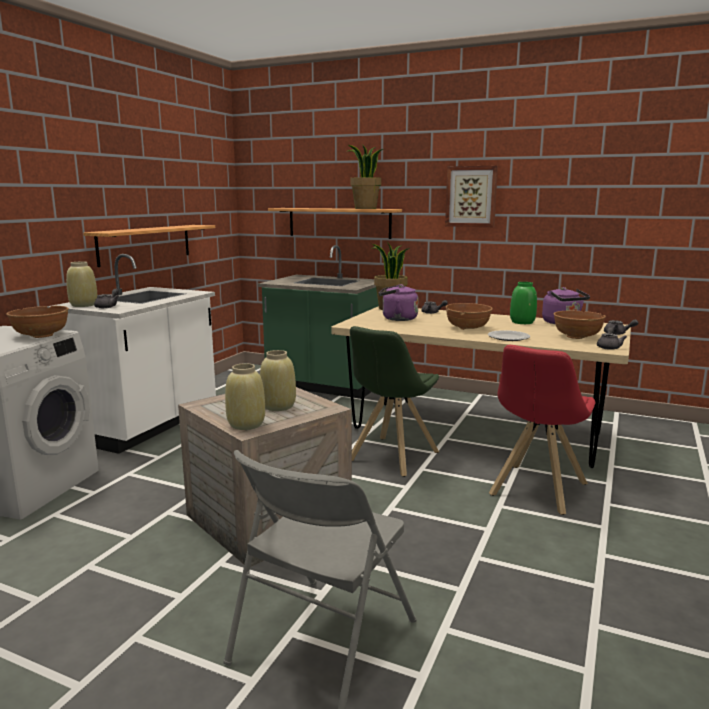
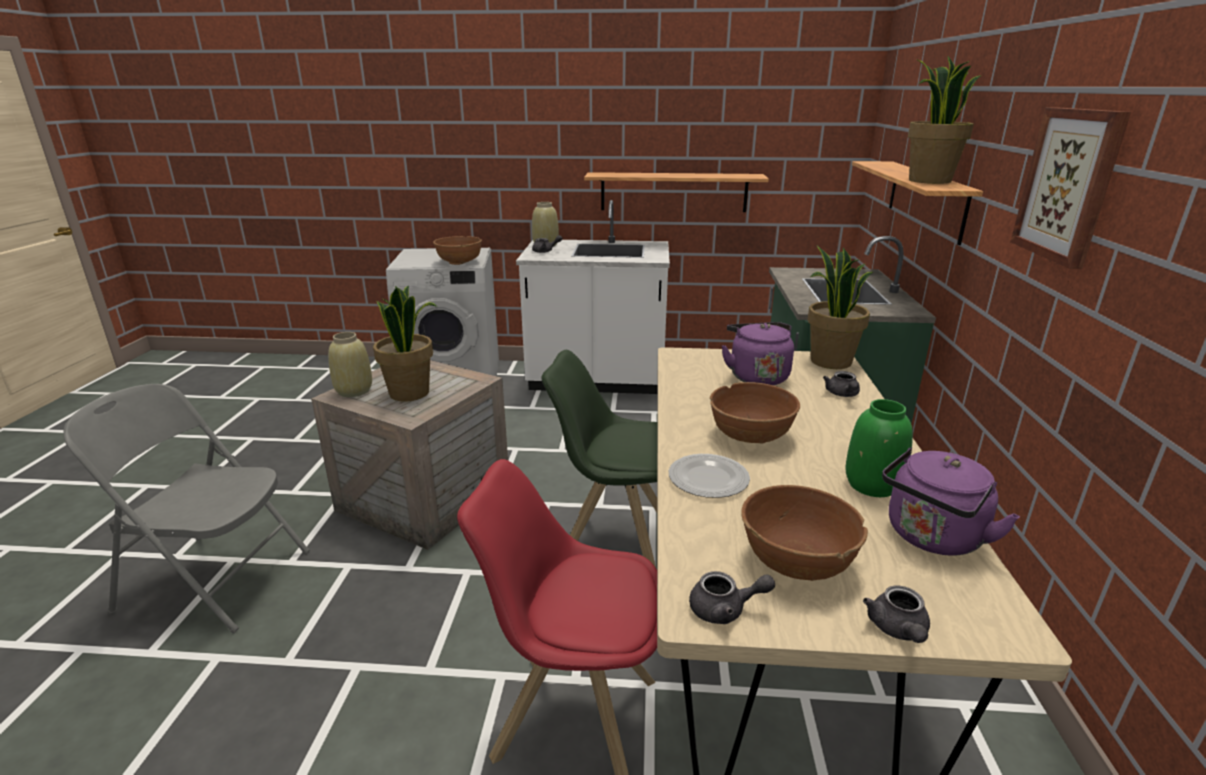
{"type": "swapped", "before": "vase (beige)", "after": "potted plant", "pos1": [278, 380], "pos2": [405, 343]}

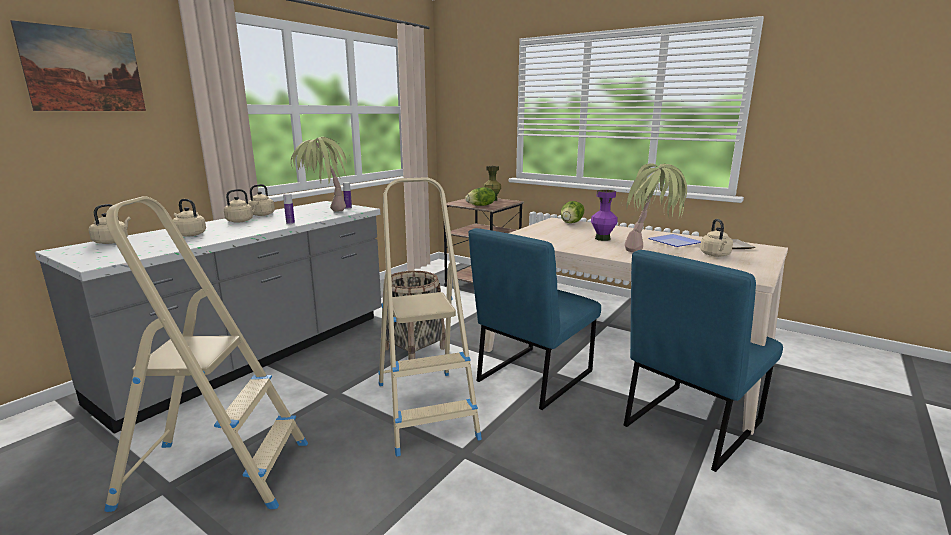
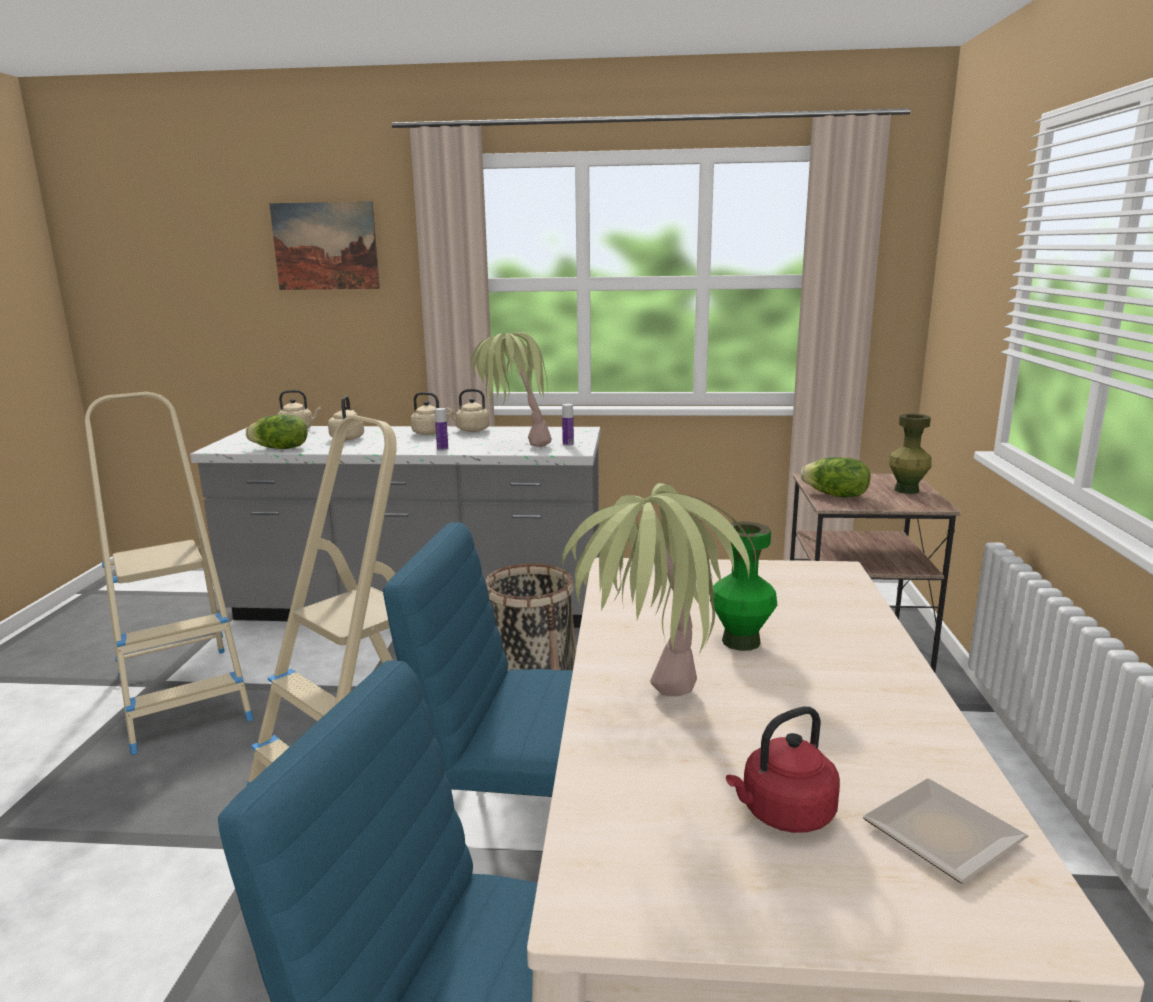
{"type": "shifted", "before": "lettuce", "pos1": [572, 212], "pos2": [277, 431]}
{"type": "repainted", "before": "vase (purple)", "after": "vase (green)", "pos1": [604, 215], "pos2": [743, 586]}
{"type": "repainted", "before": "kettle (beige)", "after": "kettle (red)", "pos1": [716, 238], "pos2": [783, 769]}
{"type": "gone", "before": "plate", "pos1": [674, 240]}

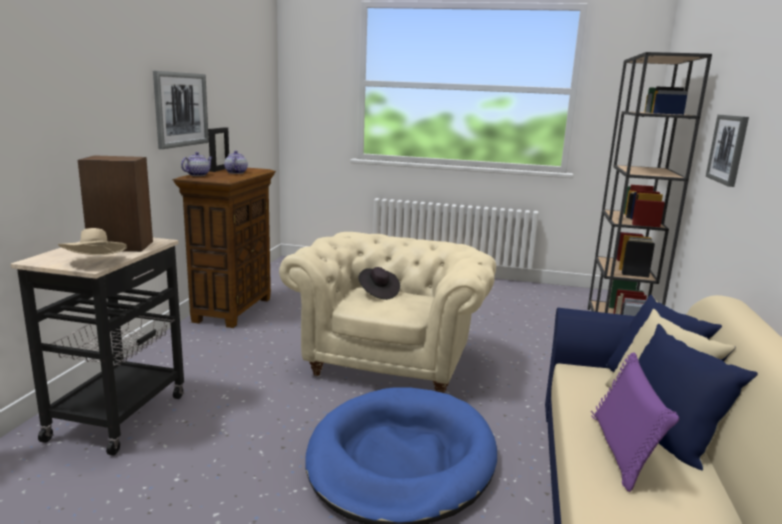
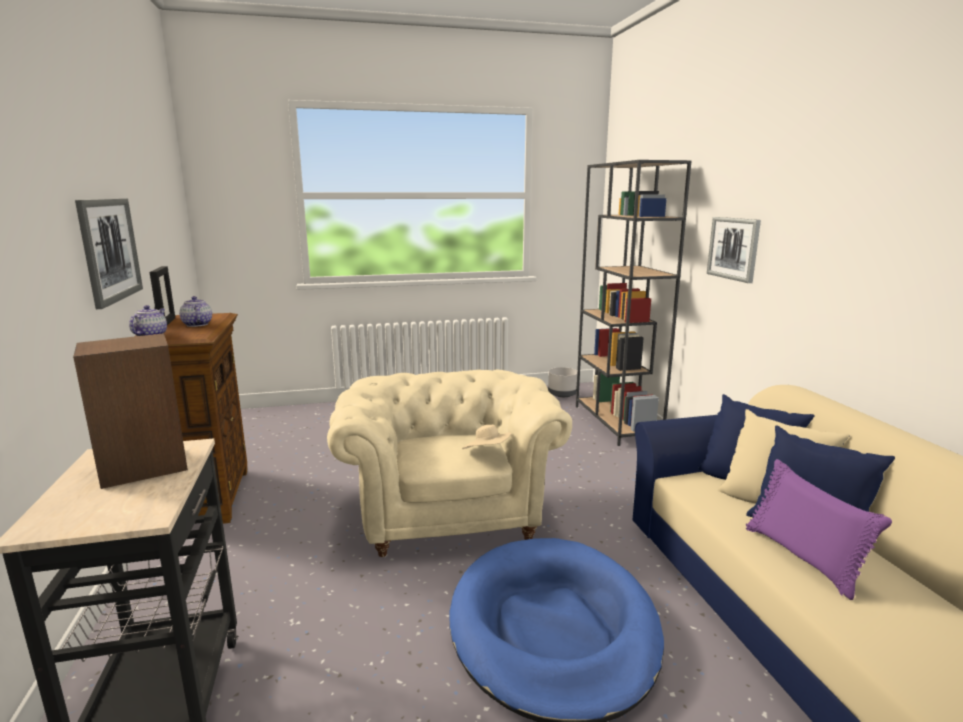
{"type": "shifted", "before": "hat (beige)", "pos1": [92, 241], "pos2": [487, 437]}
{"type": "new", "after": "planter (grey)", "pos2": [562, 382]}
{"type": "gone", "before": "hat (black)", "pos1": [379, 283]}

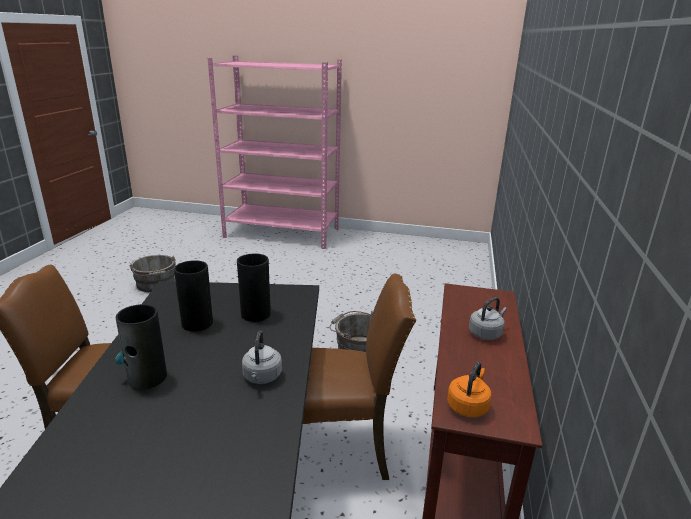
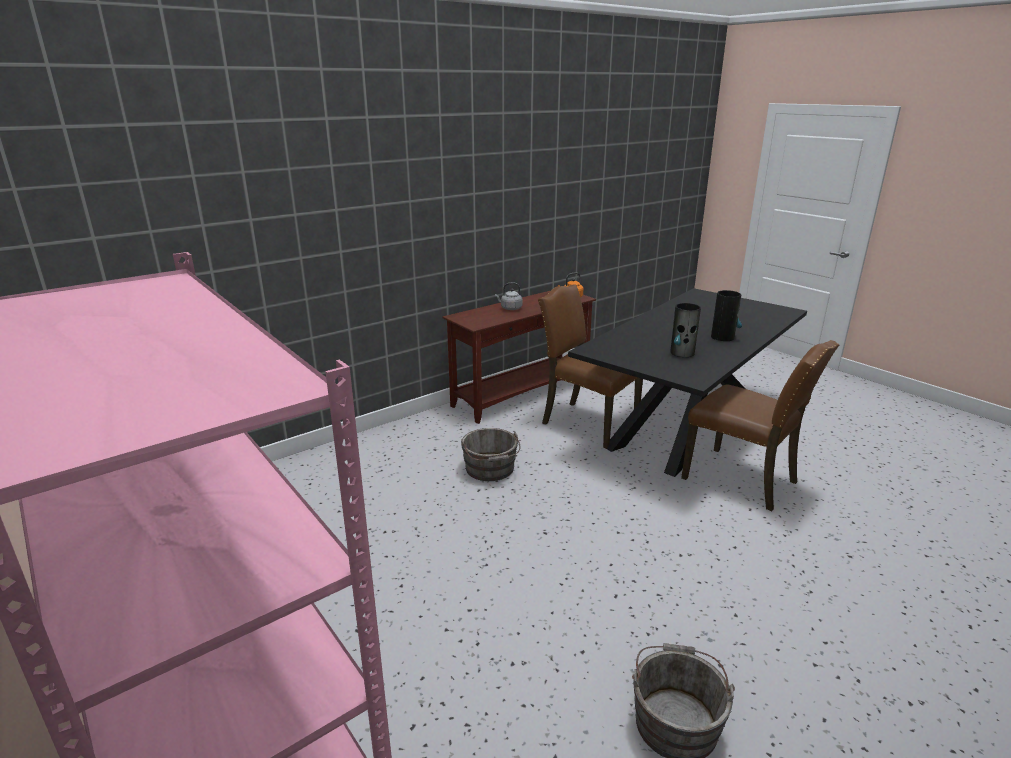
{"type": "gone", "before": "vase", "pos1": [254, 287]}
{"type": "gone", "before": "kettle (grey)", "pos1": [262, 357]}

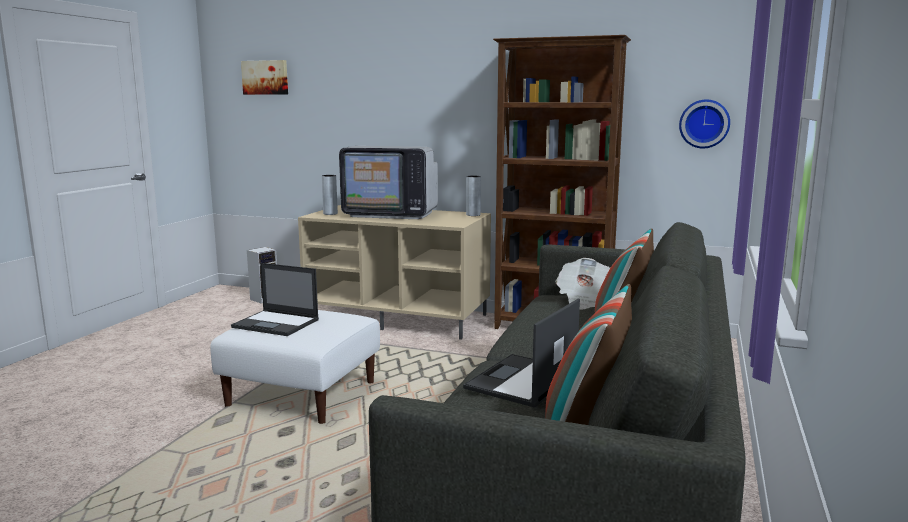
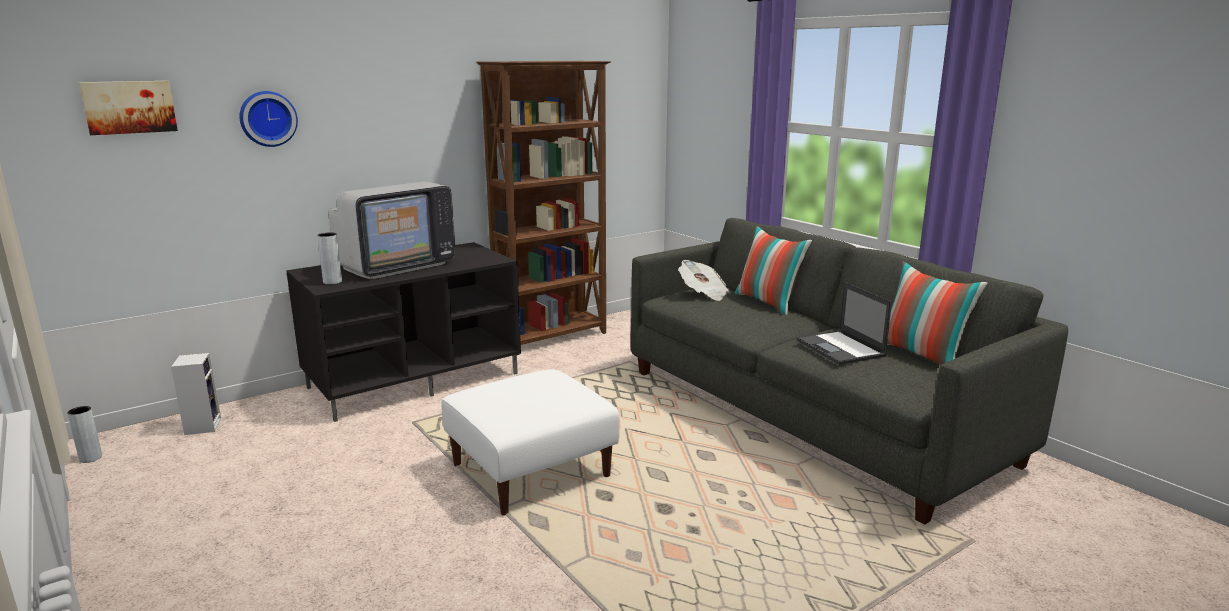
{"type": "shifted", "before": "vase (grey)", "pos1": [473, 196], "pos2": [84, 434]}
{"type": "shifted", "before": "wall clock", "pos1": [704, 123], "pos2": [268, 119]}
{"type": "repainted", "before": "tv stand (beige)", "after": "tv stand (black)", "pos1": [394, 272], "pos2": [403, 332]}
{"type": "gone", "before": "laptop", "pos1": [275, 299]}

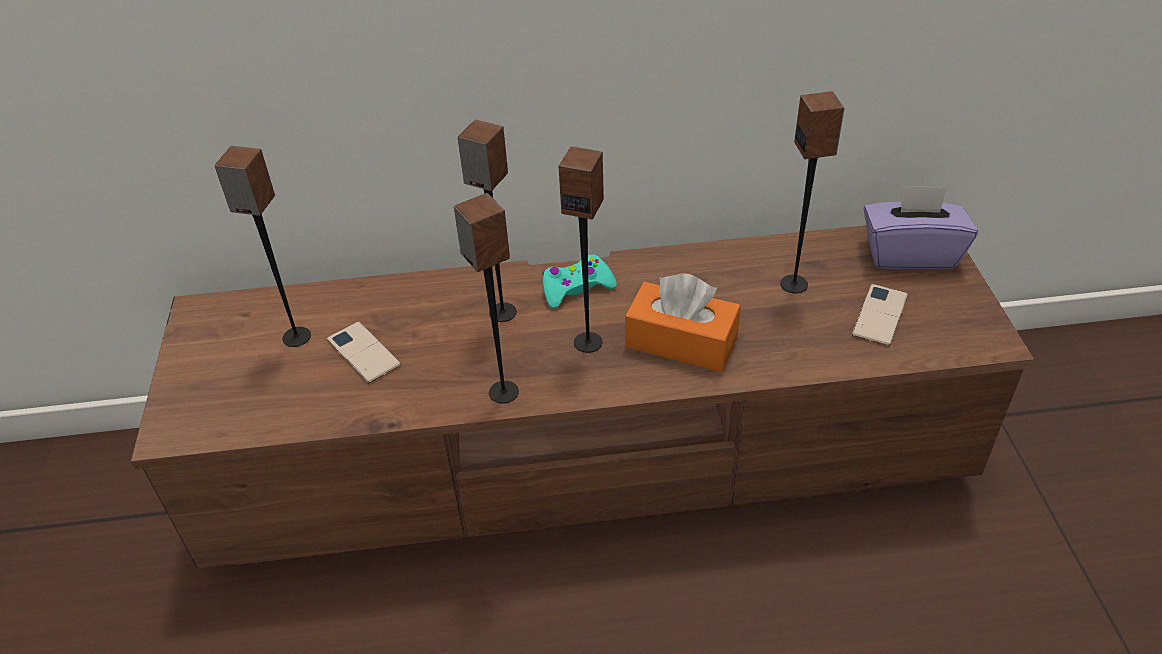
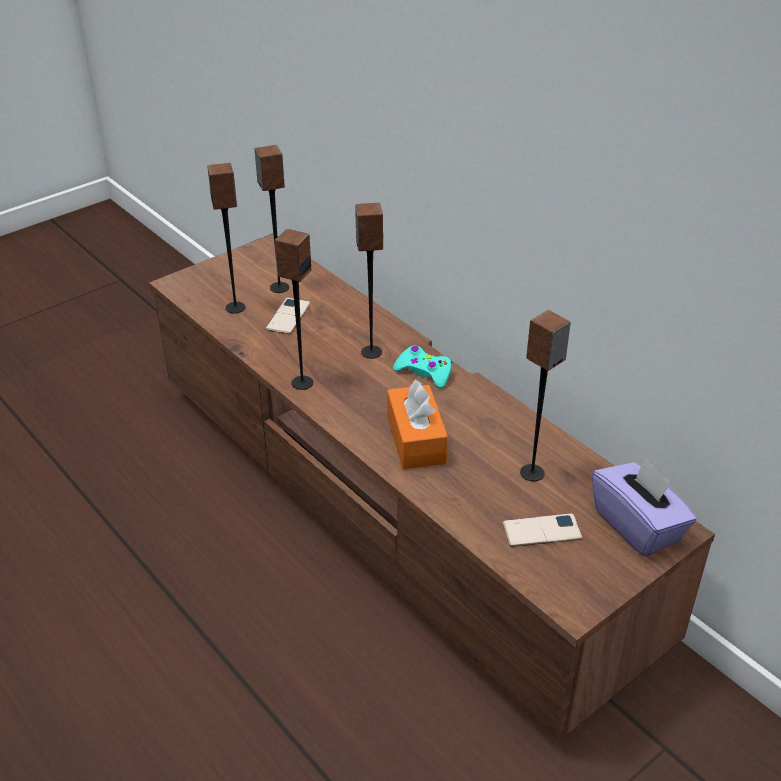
{"type": "shifted", "before": "speaker", "pos1": [581, 249], "pos2": [226, 238]}

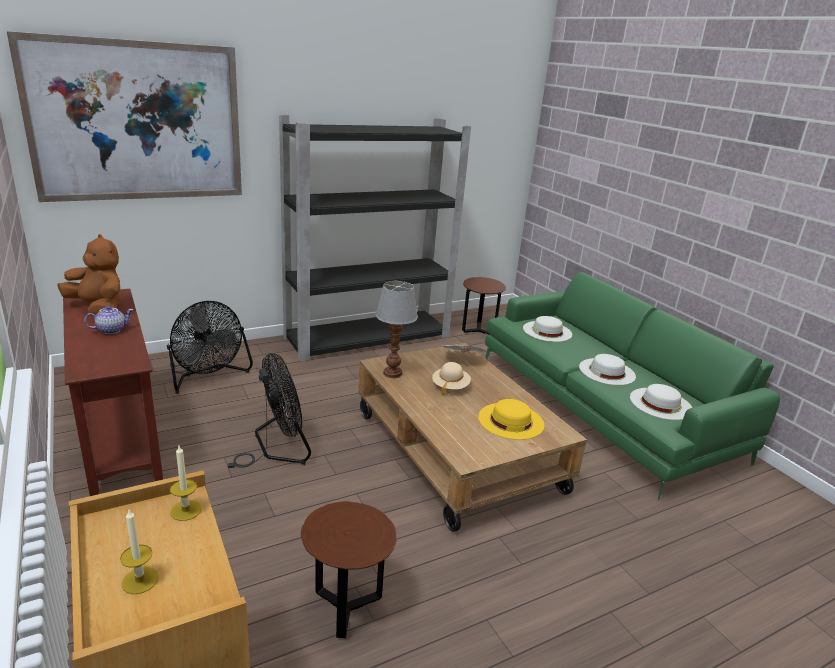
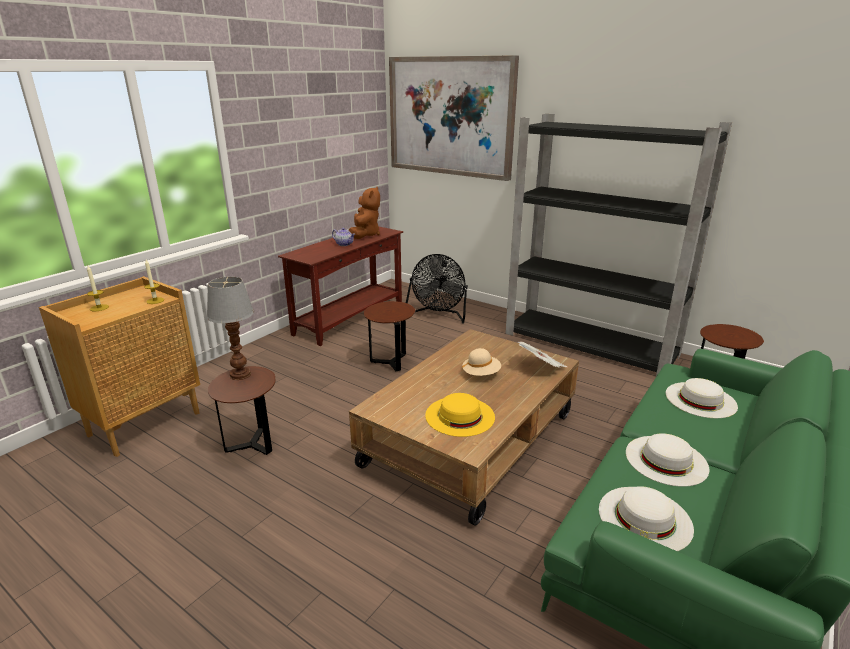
{"type": "shifted", "before": "table lamp", "pos1": [397, 329], "pos2": [230, 328]}
{"type": "swapped", "before": "fan (black)", "after": "side table (brown)", "pos1": [268, 410], "pos2": [389, 336]}

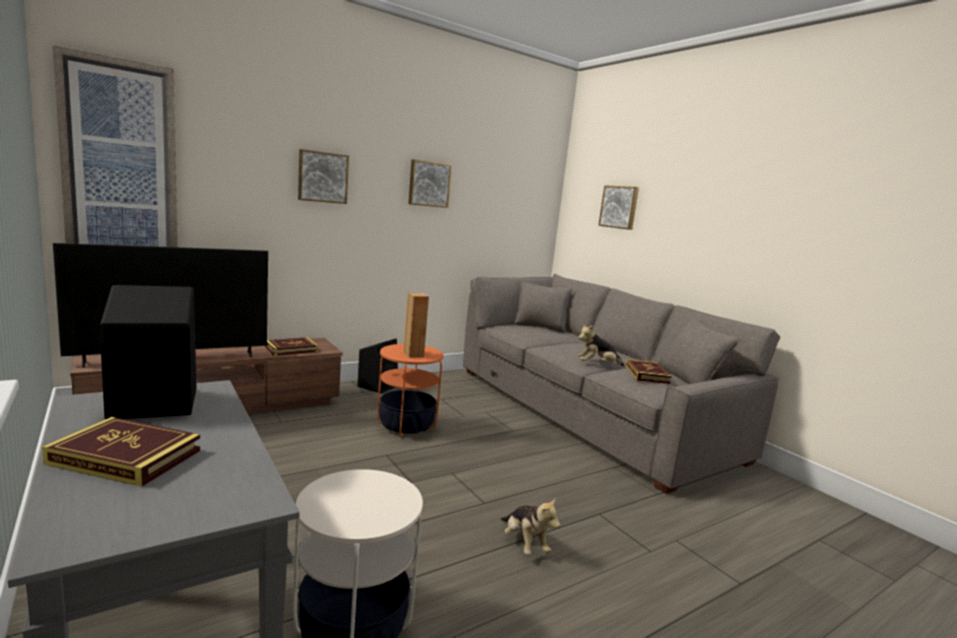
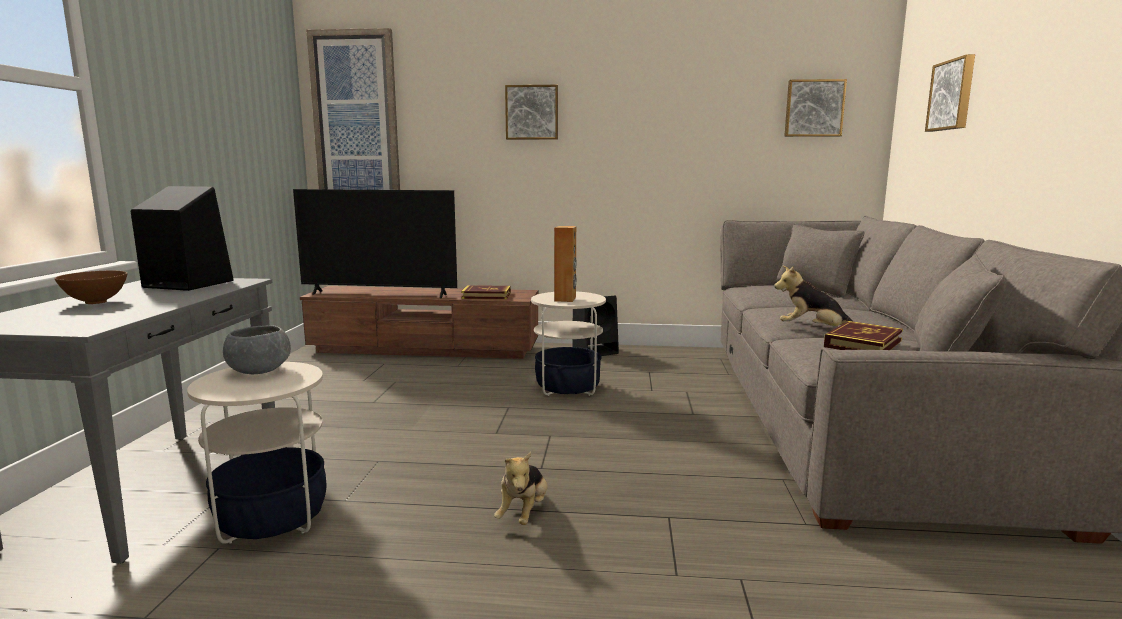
{"type": "swapped", "before": "book", "after": "bowl (brown)", "pos1": [121, 452], "pos2": [91, 287]}
{"type": "new", "after": "bowl (grey)", "pos2": [257, 349]}
{"type": "repainted", "before": "side table (orange)", "after": "side table (beige)", "pos1": [410, 390], "pos2": [568, 344]}
{"type": "shifted", "before": "picture", "pos1": [430, 183], "pos2": [815, 108]}

